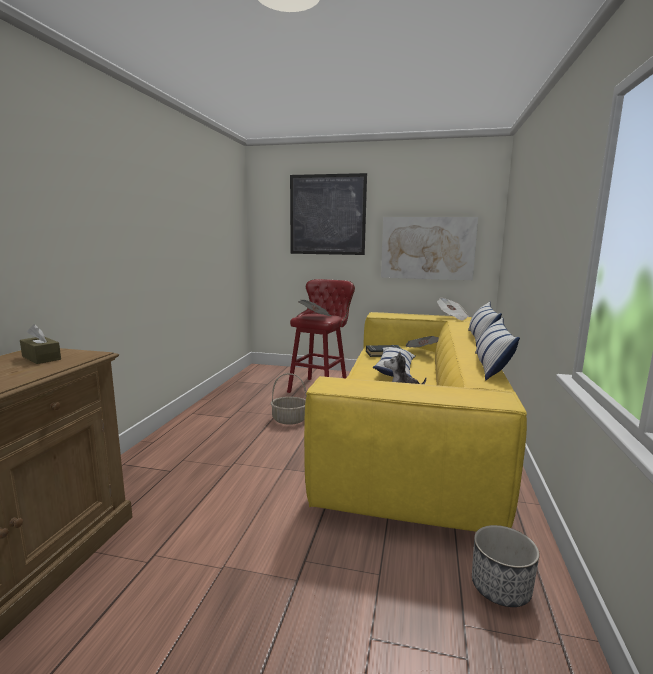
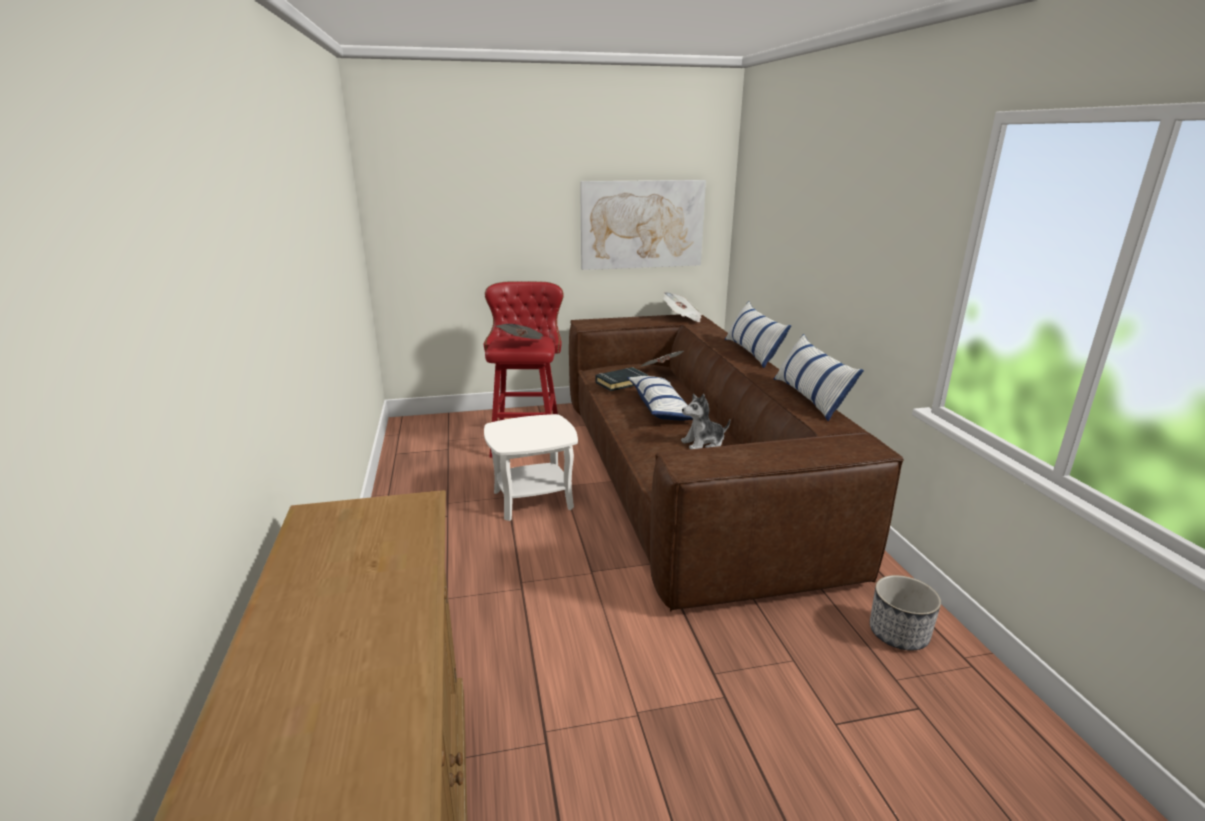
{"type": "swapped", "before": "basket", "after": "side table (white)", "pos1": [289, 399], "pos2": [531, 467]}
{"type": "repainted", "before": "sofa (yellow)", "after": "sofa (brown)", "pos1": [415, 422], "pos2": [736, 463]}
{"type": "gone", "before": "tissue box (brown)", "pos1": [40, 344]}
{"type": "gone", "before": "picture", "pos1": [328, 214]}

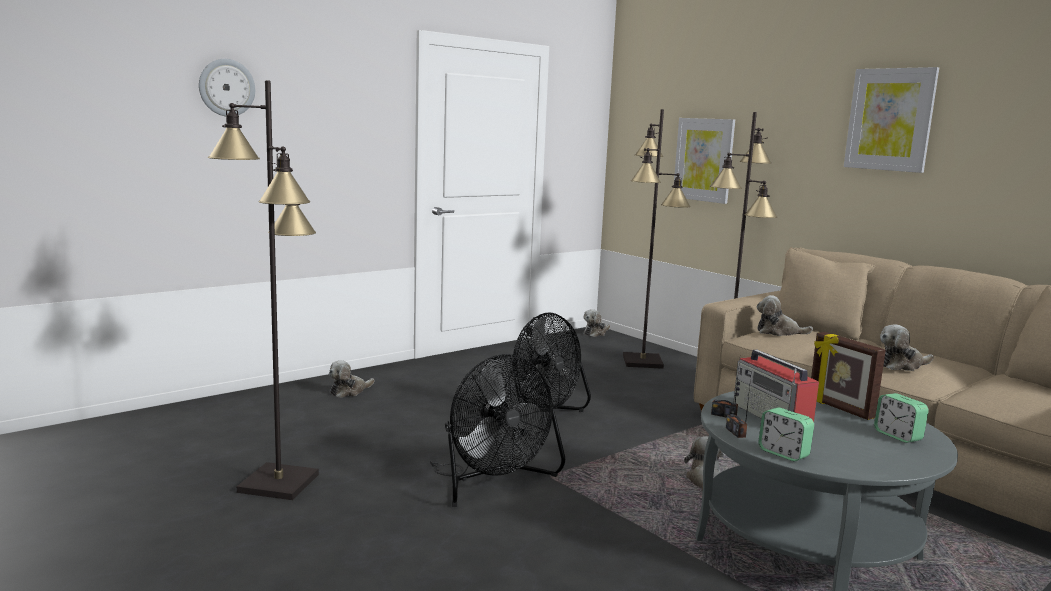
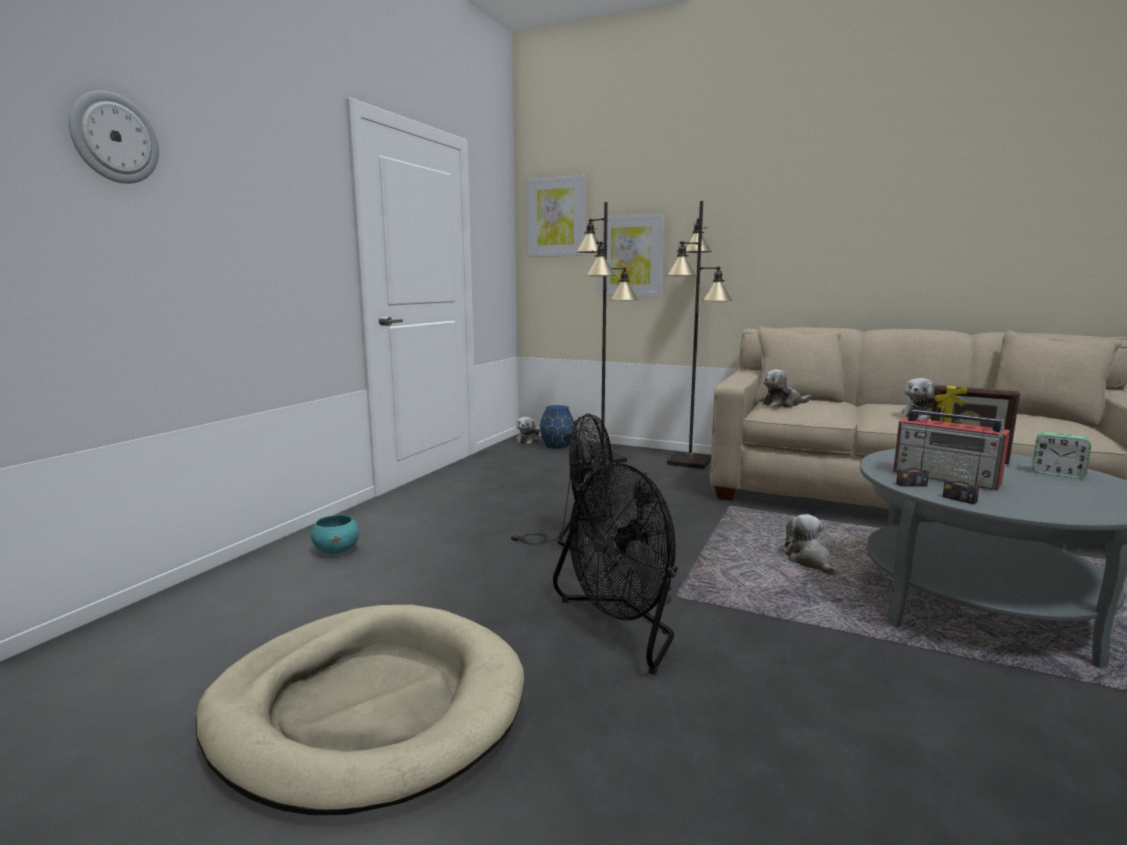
{"type": "swapped", "before": "floor lamp (black)", "after": "dog bed (beige)", "pos1": [263, 290], "pos2": [360, 710]}
{"type": "swapped", "before": "plush toy", "after": "bowl (turquoise)", "pos1": [351, 379], "pos2": [335, 534]}
{"type": "shifted", "before": "picture", "pos1": [891, 120], "pos2": [556, 216]}
{"type": "new", "after": "vase (blue)", "pos2": [557, 427]}
{"type": "rotated", "before": "fan (black)", "pos1": [497, 430], "pos2": [615, 569], "turn": 120}
{"type": "gone", "before": "alarm clock", "pos1": [786, 434]}

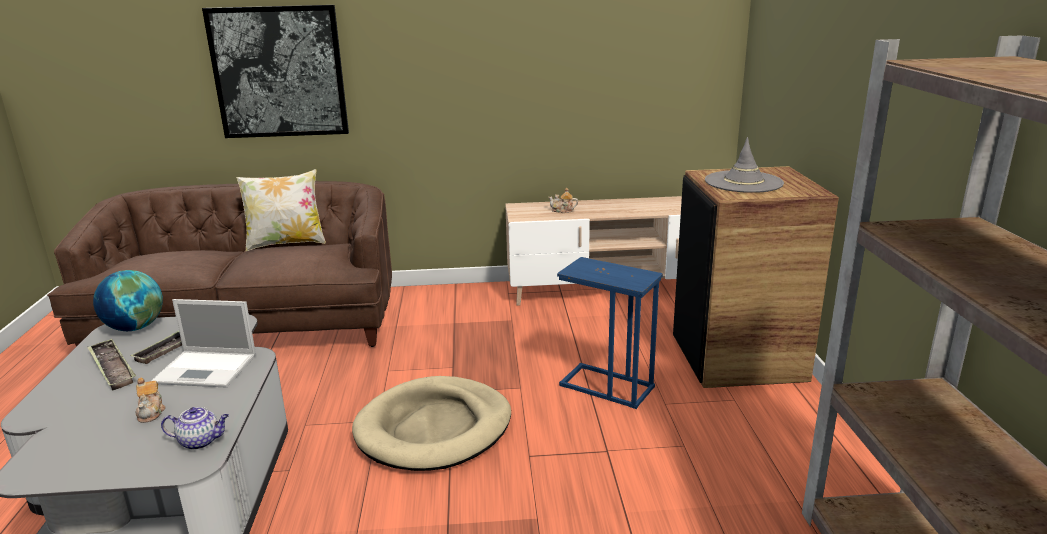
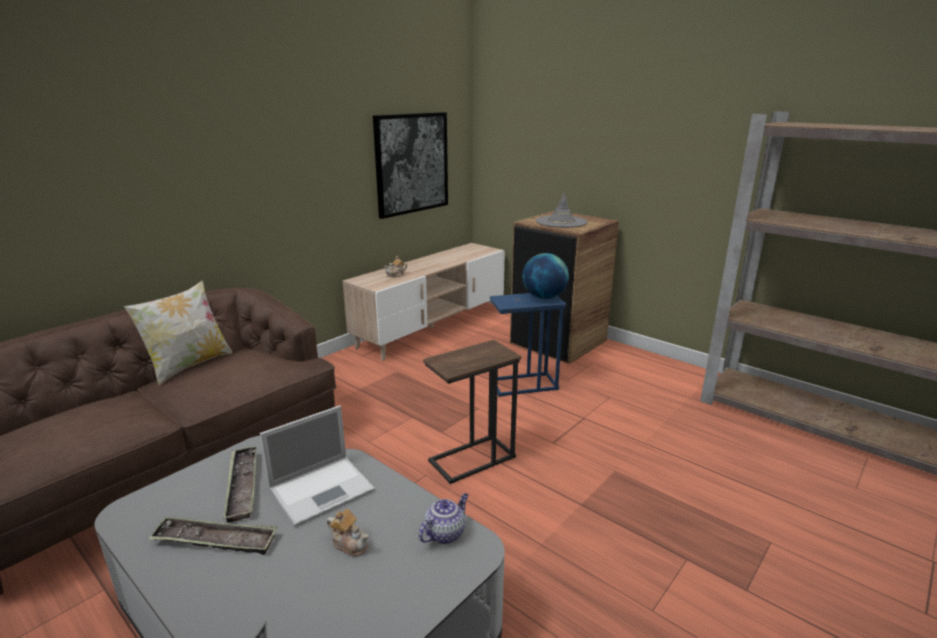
{"type": "shifted", "before": "picture", "pos1": [275, 71], "pos2": [410, 165]}
{"type": "swapped", "before": "dog bed (beige)", "after": "side table (brown)", "pos1": [431, 423], "pos2": [472, 412]}
{"type": "shifted", "before": "globe", "pos1": [128, 300], "pos2": [545, 276]}

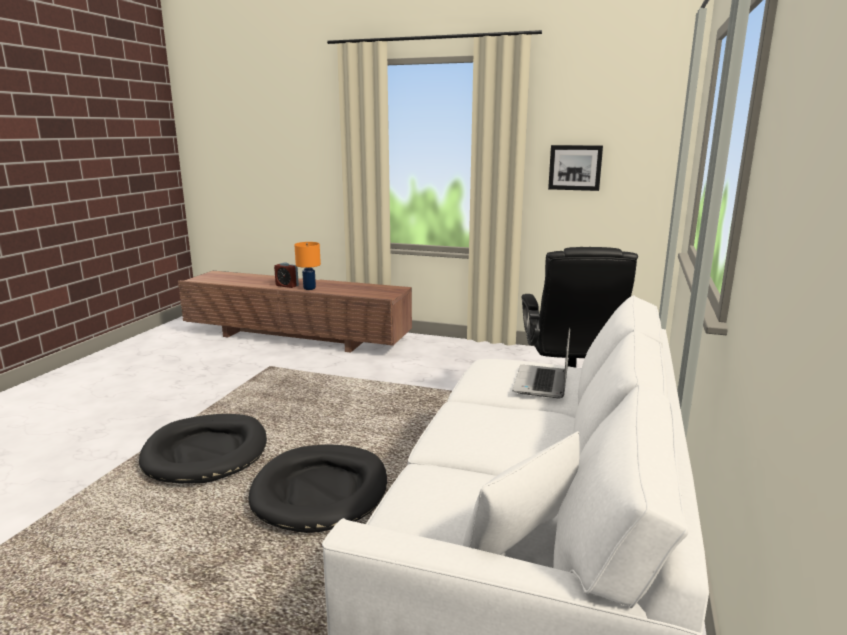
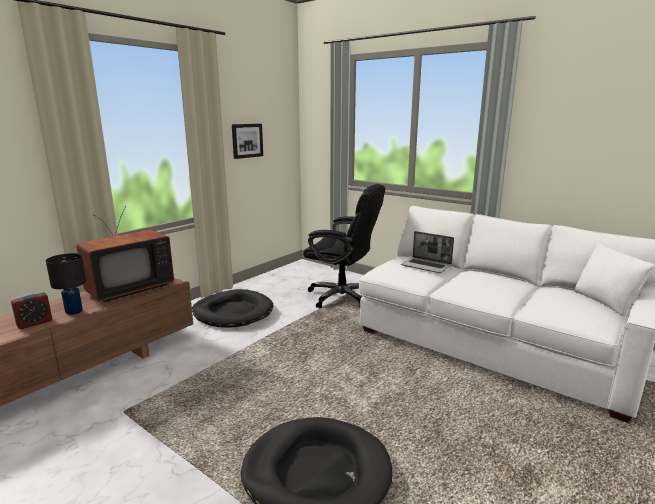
{"type": "repainted", "before": "table lamp (orange)", "after": "table lamp (black)", "pos1": [307, 266], "pos2": [66, 284]}
{"type": "new", "after": "television", "pos2": [125, 254]}
{"type": "shifted", "before": "dog bed (black)", "pos1": [317, 488], "pos2": [232, 308]}

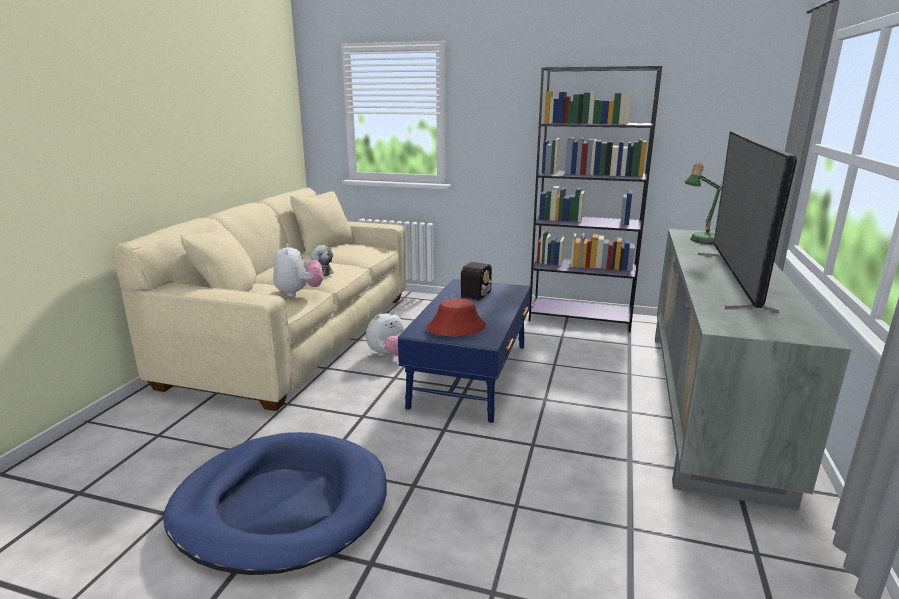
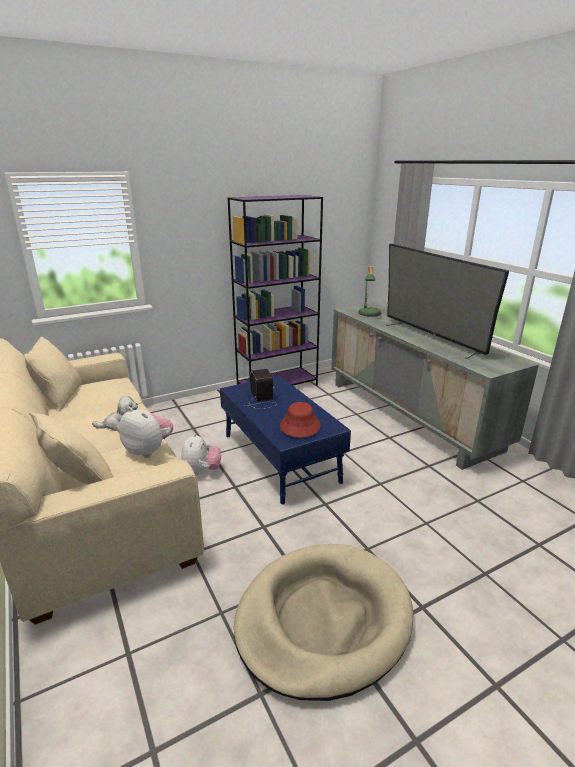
{"type": "repainted", "before": "dog bed (blue)", "after": "dog bed (beige)", "pos1": [275, 503], "pos2": [323, 622]}

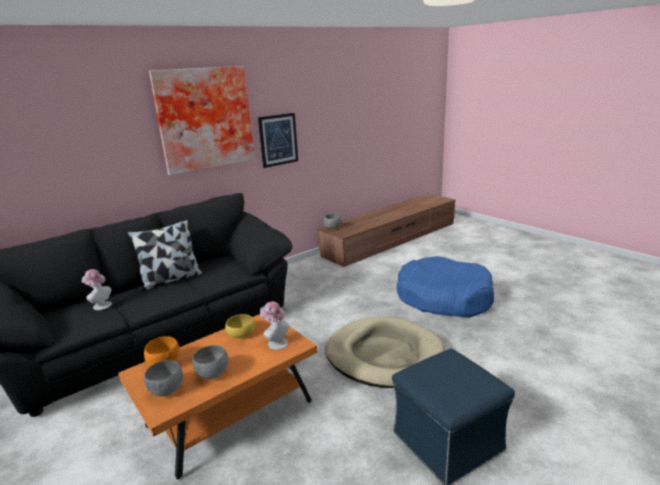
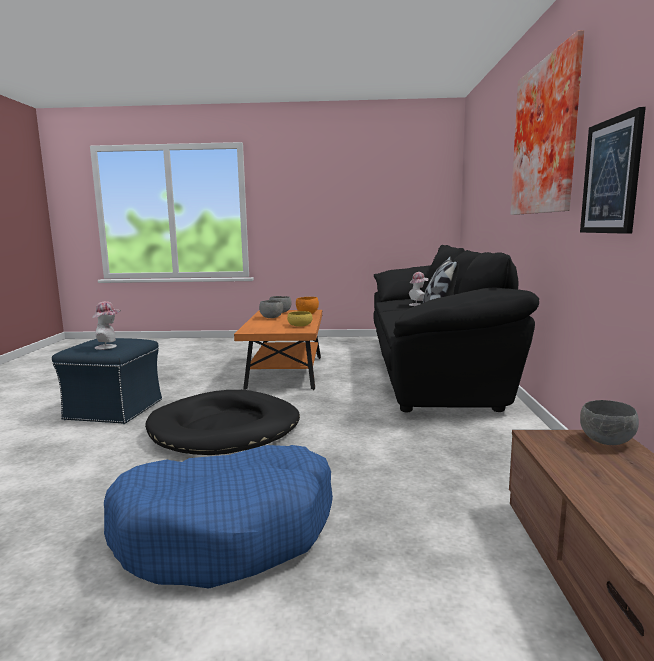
{"type": "shifted", "before": "hat", "pos1": [274, 325], "pos2": [106, 325]}
{"type": "repainted", "before": "dog bed (beige)", "after": "dog bed (black)", "pos1": [385, 352], "pos2": [222, 422]}

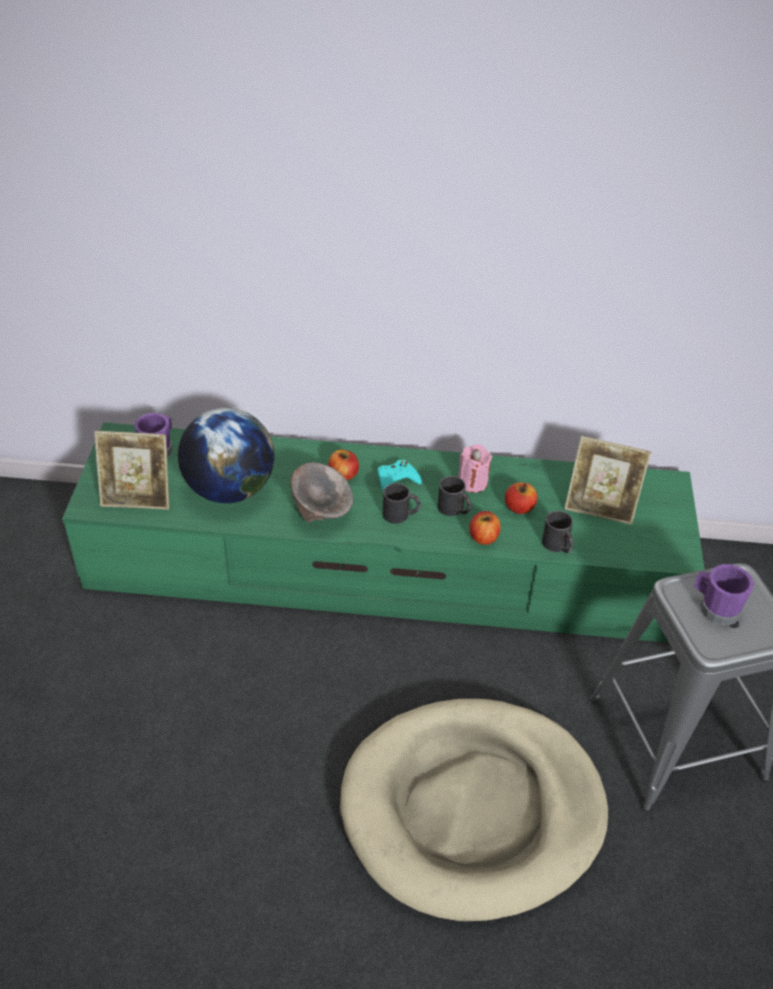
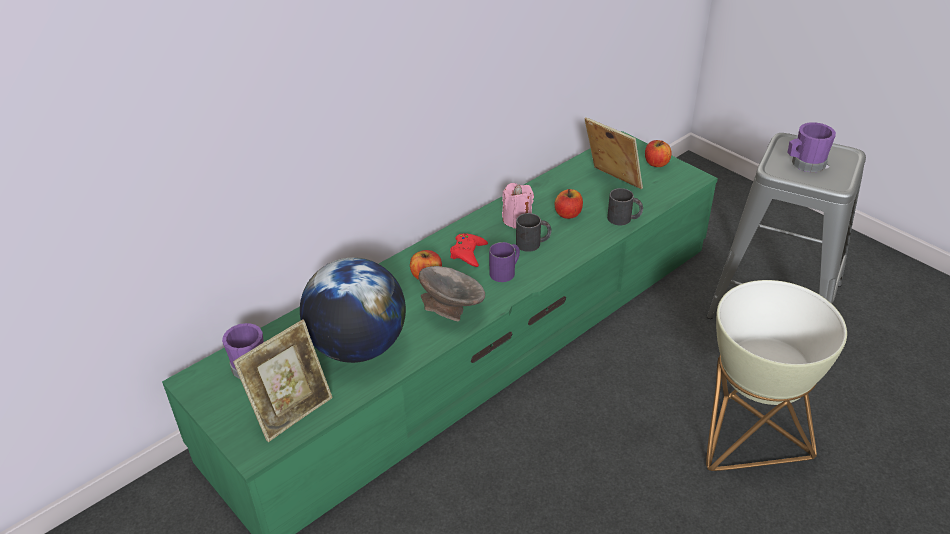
{"type": "repainted", "before": "game controller (turquoise)", "after": "game controller (red)", "pos1": [400, 475], "pos2": [469, 250]}
{"type": "repainted", "before": "mug (black)", "after": "mug (purple)", "pos1": [402, 503], "pos2": [504, 262]}
{"type": "rotated", "before": "picture frame", "pos1": [607, 480], "pos2": [614, 153], "turn": -105}
{"type": "shifted", "before": "apple", "pos1": [485, 528], "pos2": [658, 153]}
{"type": "swapped", "before": "dog bed (beige)", "after": "planter", "pos1": [474, 810], "pos2": [776, 375]}

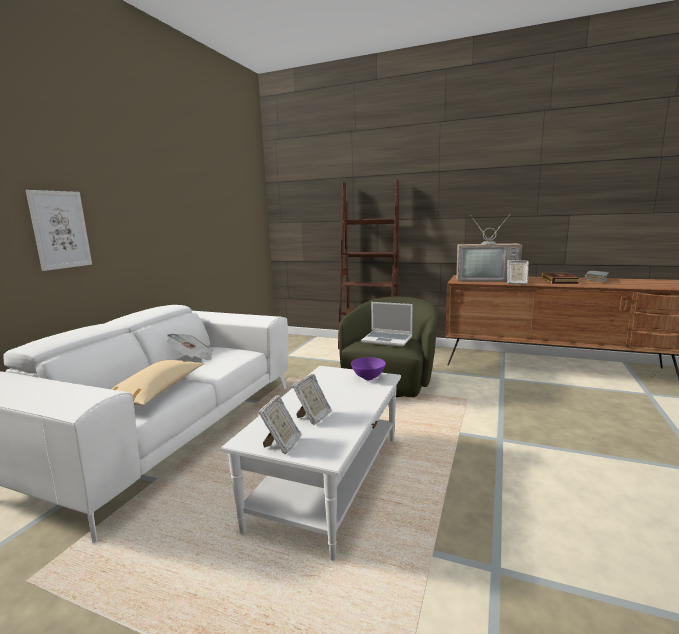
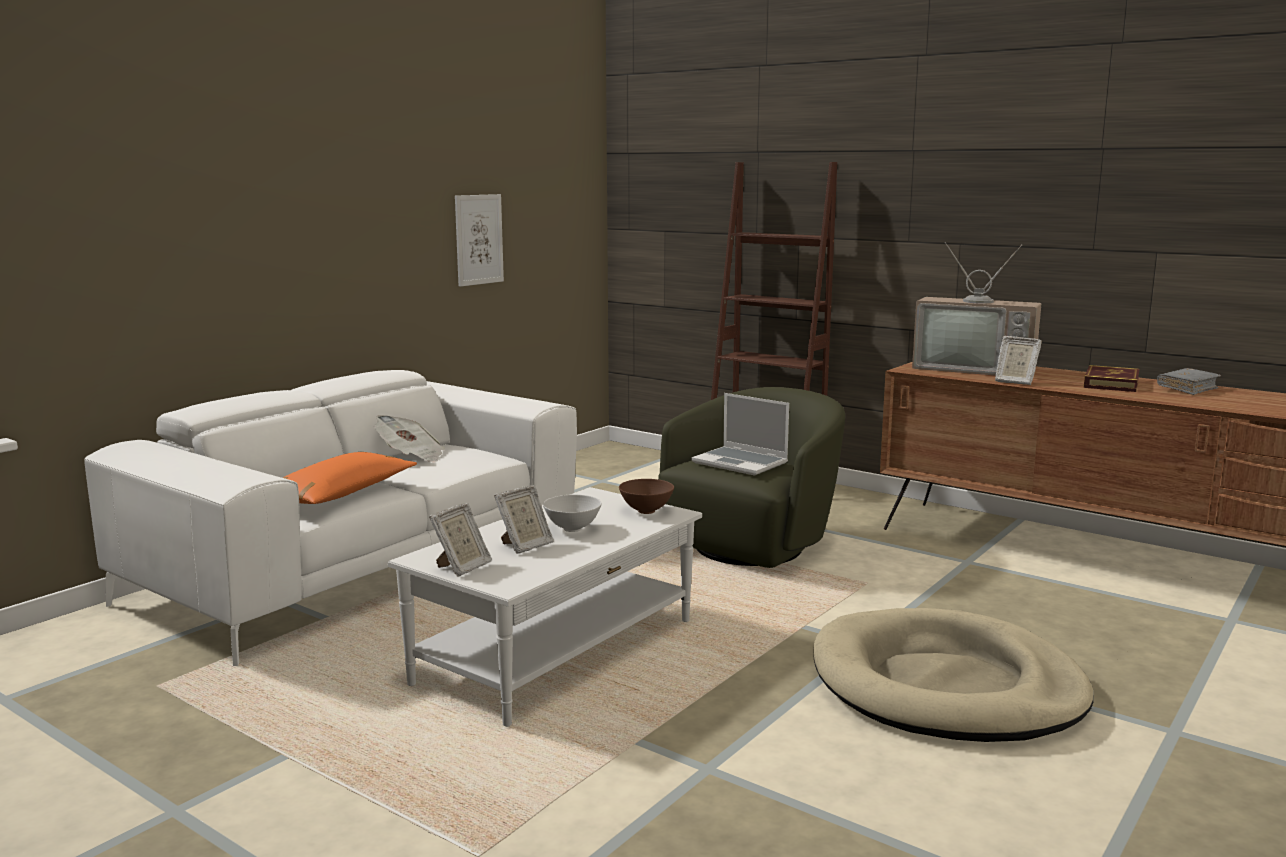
{"type": "repainted", "before": "pillow (beige)", "after": "pillow (orange)", "pos1": [157, 382], "pos2": [350, 478]}
{"type": "shifted", "before": "picture", "pos1": [59, 230], "pos2": [479, 240]}
{"type": "new", "after": "bowl (white)", "pos2": [572, 513]}
{"type": "repainted", "before": "bowl (purple)", "after": "bowl (brown)", "pos1": [368, 368], "pos2": [646, 496]}
{"type": "new", "after": "dog bed (beige)", "pos2": [953, 675]}

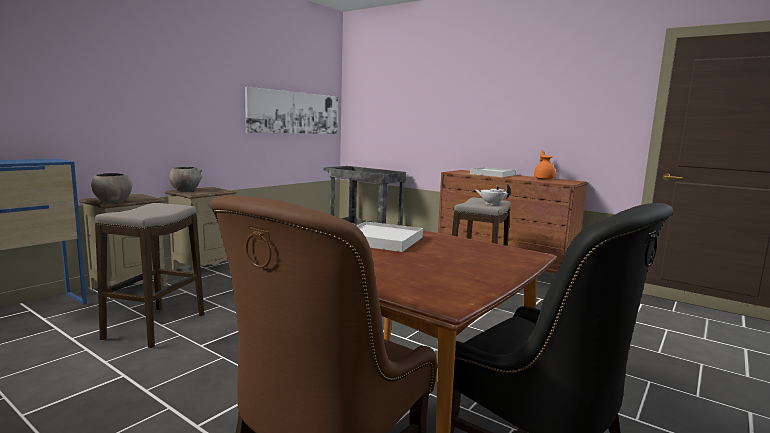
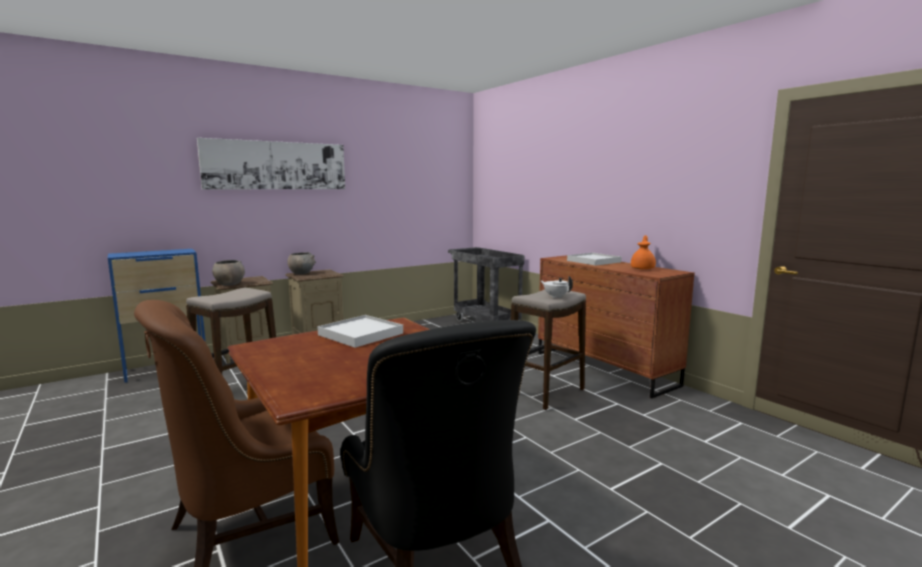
{"type": "shifted", "before": "picture", "pos1": [291, 110], "pos2": [271, 163]}

